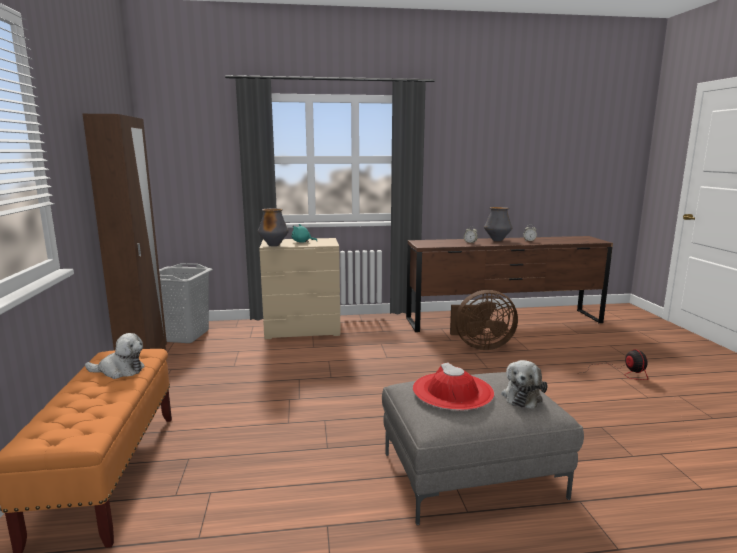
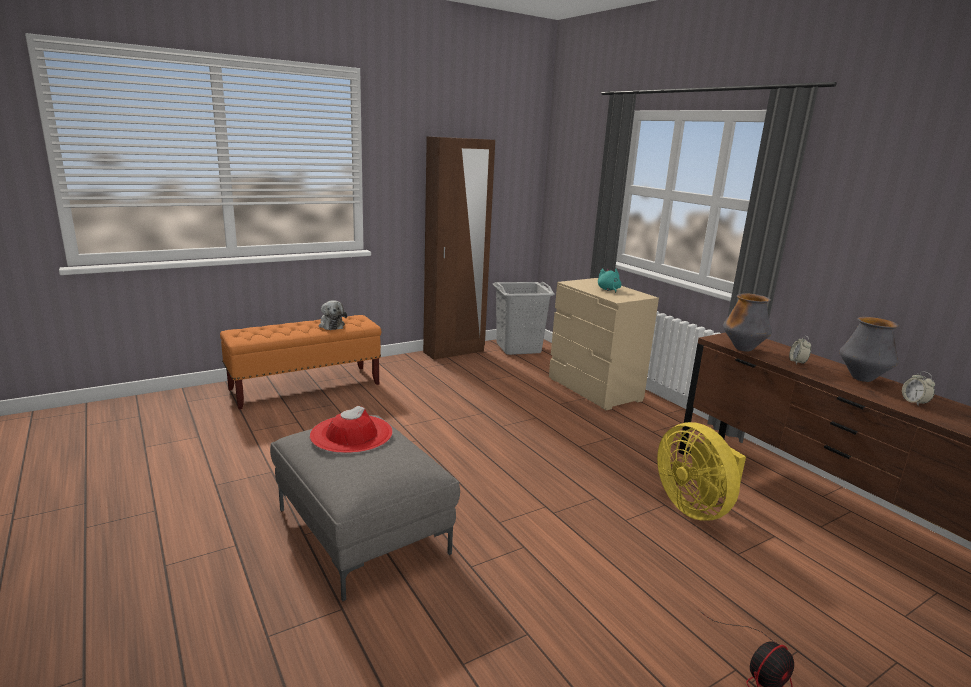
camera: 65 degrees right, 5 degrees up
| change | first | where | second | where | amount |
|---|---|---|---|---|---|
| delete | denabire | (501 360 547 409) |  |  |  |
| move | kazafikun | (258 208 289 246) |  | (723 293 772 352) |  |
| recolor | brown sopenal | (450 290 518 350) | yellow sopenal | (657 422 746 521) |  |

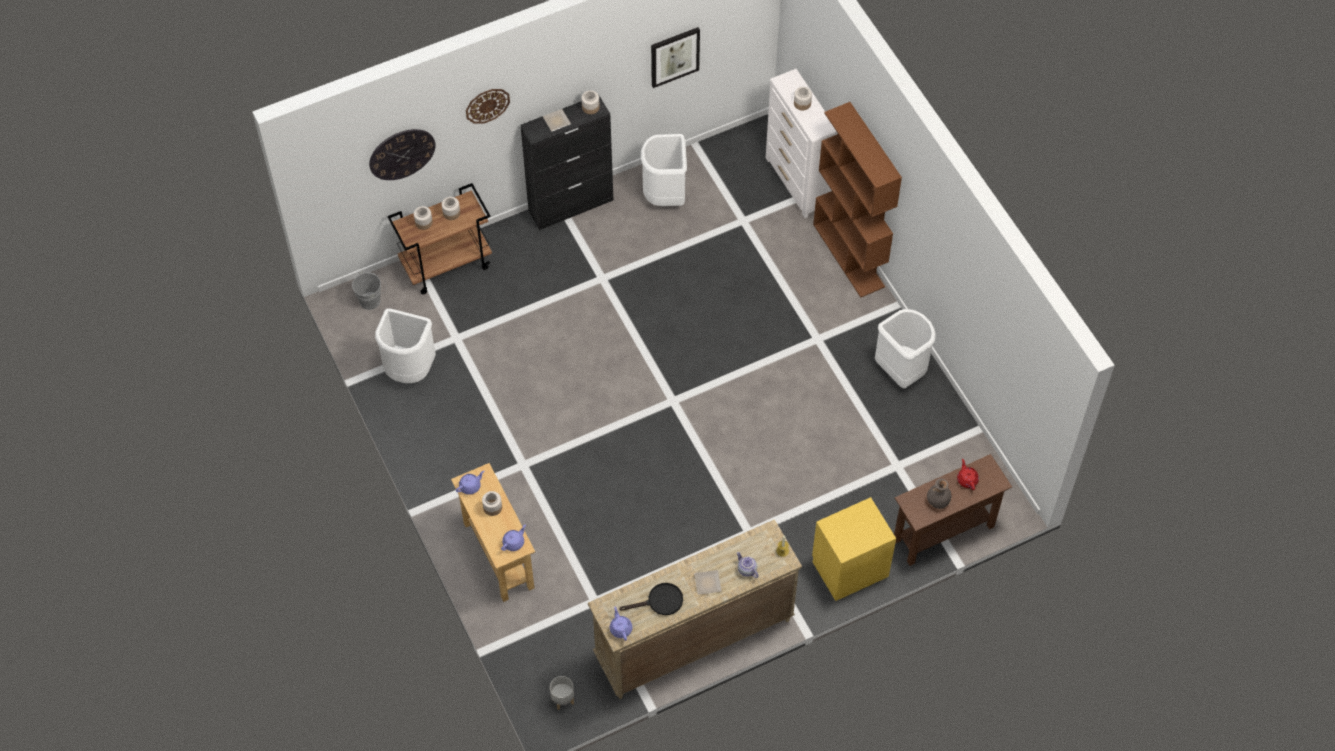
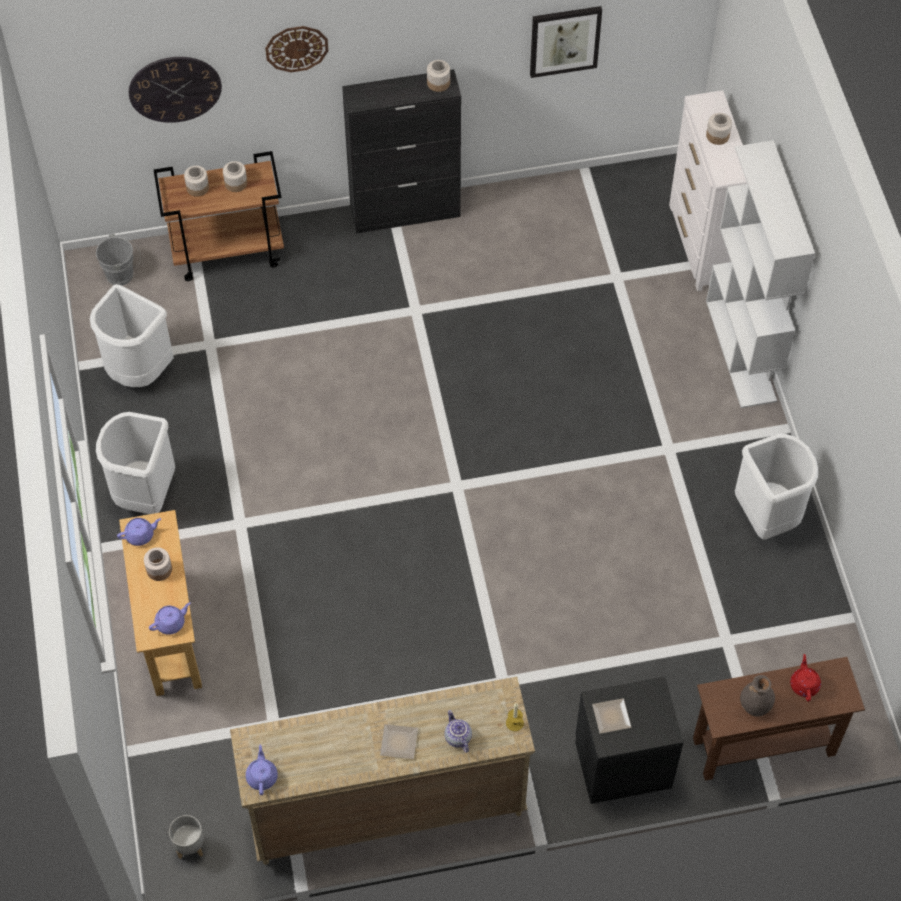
camera: 15 degrees right, 0 degrees up
| change | first | where | second | where | amount |
|---|---|---|---|---|---|
| delete | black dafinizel | (619 583 683 615) |  |  |  |
| move | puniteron | (543 109 571 131) |  | (592 698 631 734) |  |
| move | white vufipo | (641 134 687 206) |  | (96 412 175 514) |  |
| recolor | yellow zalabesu | (812 497 896 601) | black zalabesu | (575 677 684 804) |  |
| recolor | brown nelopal | (813 102 902 298) | white nelopal | (706 140 815 408) |  |

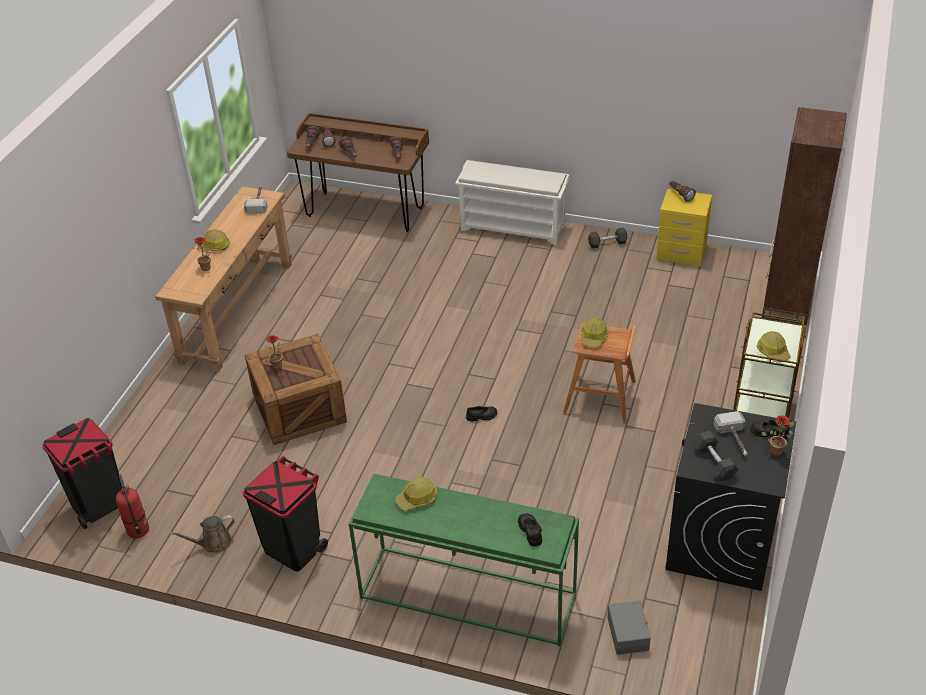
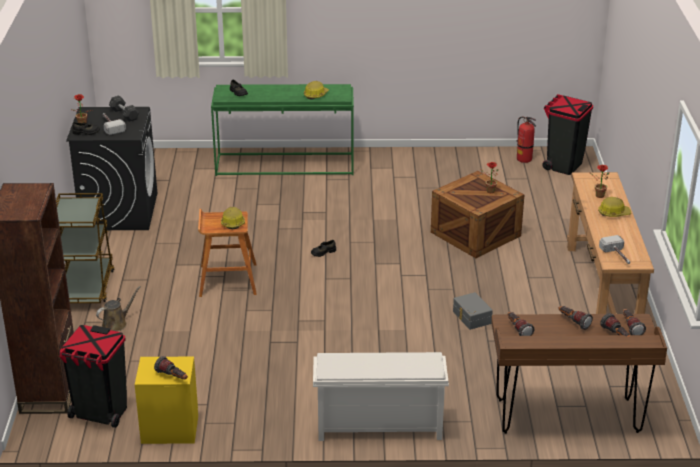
camera: 160 degrees right, 10 degrees down
| change | first | where | second | where | amount |
|---|---|---|---|---|---|
| delete | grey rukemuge | (588 228 628 249) |  |  |  |
| delete | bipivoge | (757 331 791 363) |  |  |  |
| move | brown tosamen | (170 515 235 553) |  | (96 286 141 331) |  |
| move | black vufipo | (243 456 328 572) |  | (59 325 127 428) |  |
| move | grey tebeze | (607 601 651 655) |  | (453 292 493 330) |  |

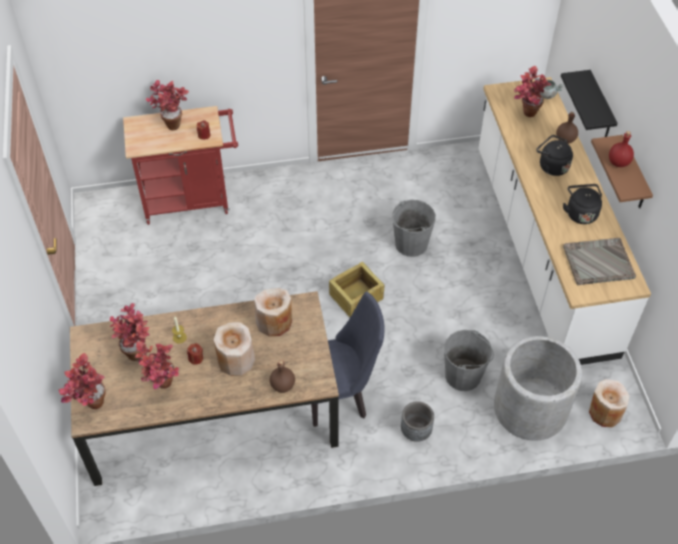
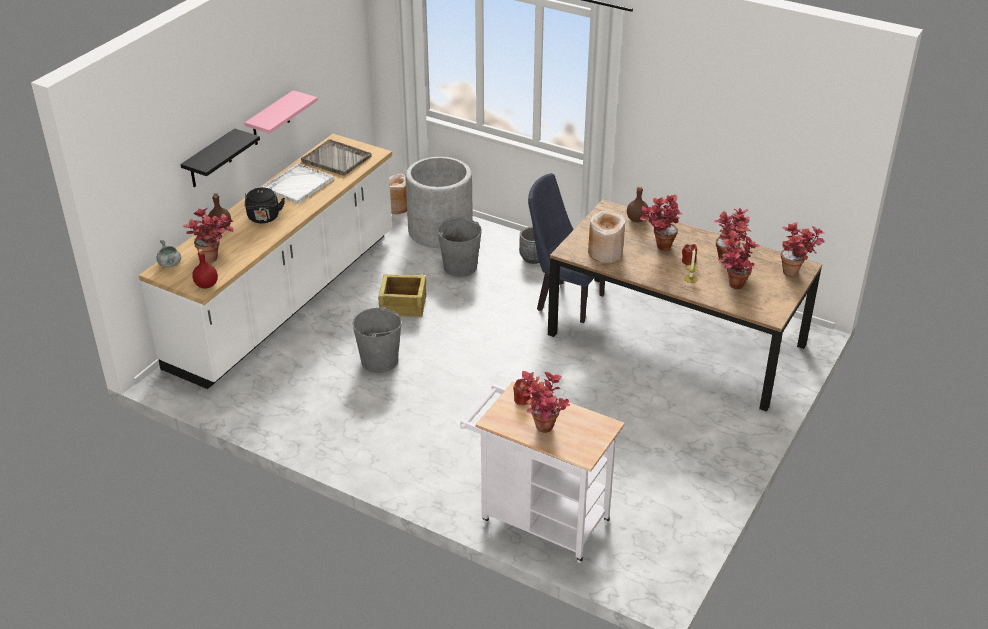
camera: 140 degrees left, 15 degrees down
| change | first | where | second | where | amount |
|---|---|---|---|---|---|
| move | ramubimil | (329 261 384 317) |  | (378 274 427 317) |  |
| move | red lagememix | (609 131 634 167) |  | (192 249 218 289) |  |
| replace | beige kazafikun | (213 322 255 376) | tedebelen | (639 195 682 251) |  |
| replace | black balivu | (563 184 602 224) | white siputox | (262 163 334 204) |  |
| recolor | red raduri | (123 106 238 225) | white raduri | (460 382 625 563) |  |
| recolor | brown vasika | (591 135 653 208) | pink vasika | (245 90 318 145) |  |

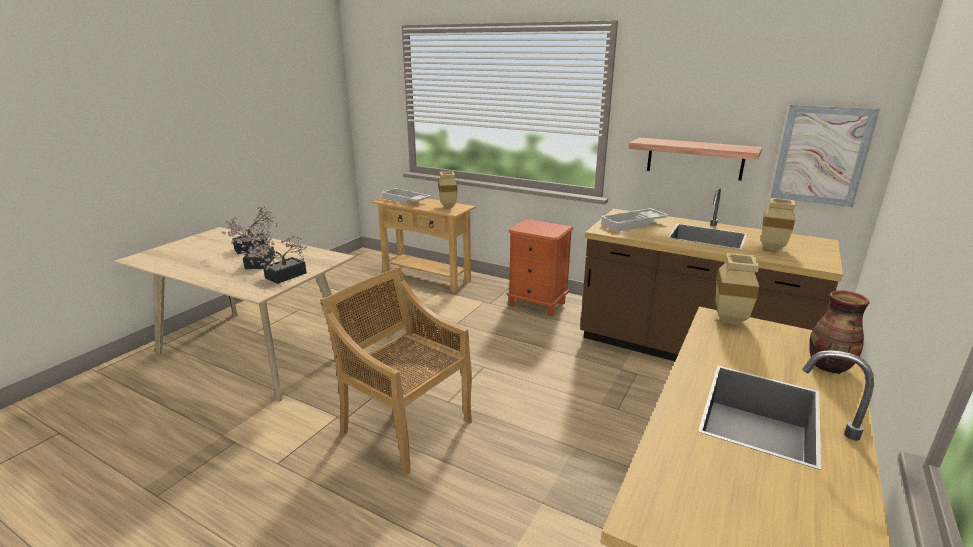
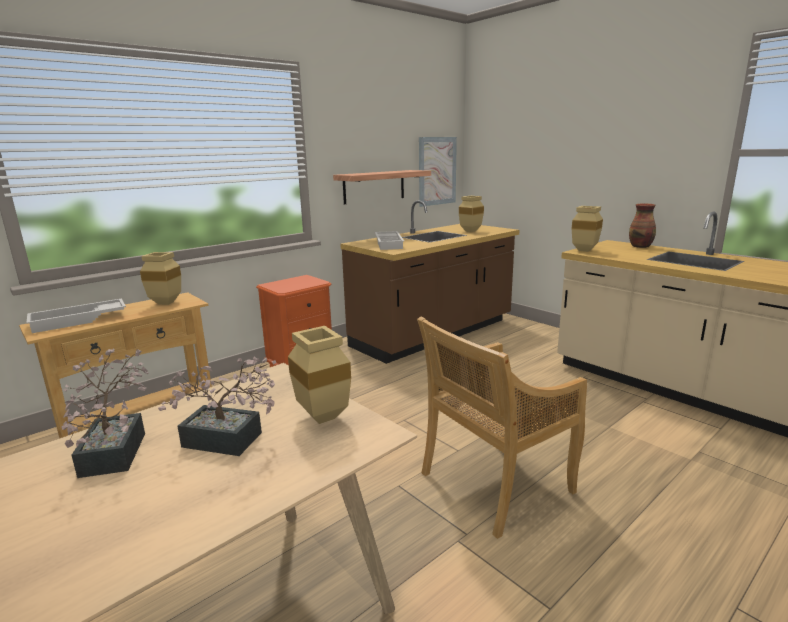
camera: 70 degrees left, 5 degrees down
| change | first | where | second | where | amount |
|---|---|---|---|---|---|
| replace | tedebelen | (247 235 307 284) | beige kazafikun | (288 326 351 424) |  |

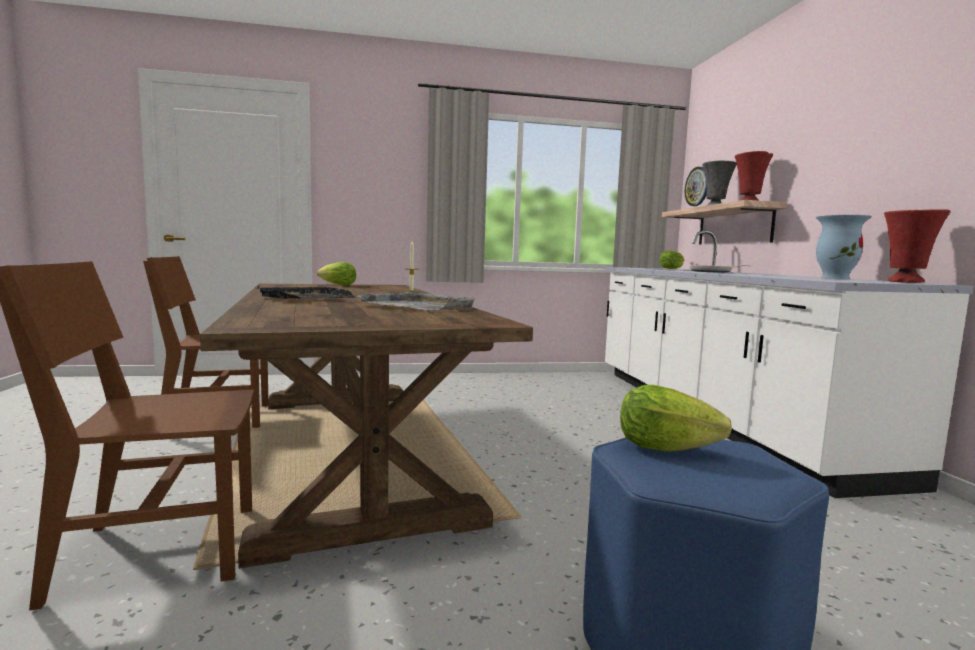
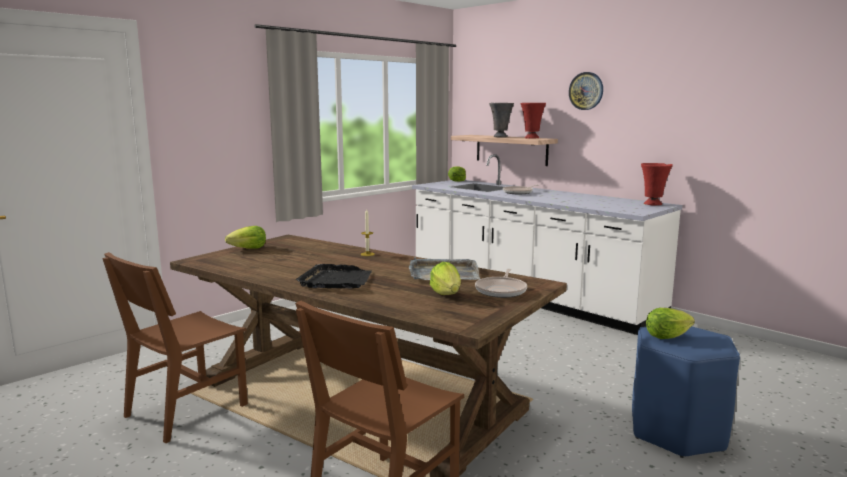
camera: 35 degrees left, 5 degrees up
| change | first | where | second | where | amount |
|---|---|---|---|---|---|
| delete | kazafikun | (816 215 872 279) |  |  |  |
| insert |  |  | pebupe | (430 262 461 295) |  |
| insert |  |  | dafinizel | (475 269 527 298) |  |
| move | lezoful | (685 167 707 206) |  | (569 72 603 110) |  |

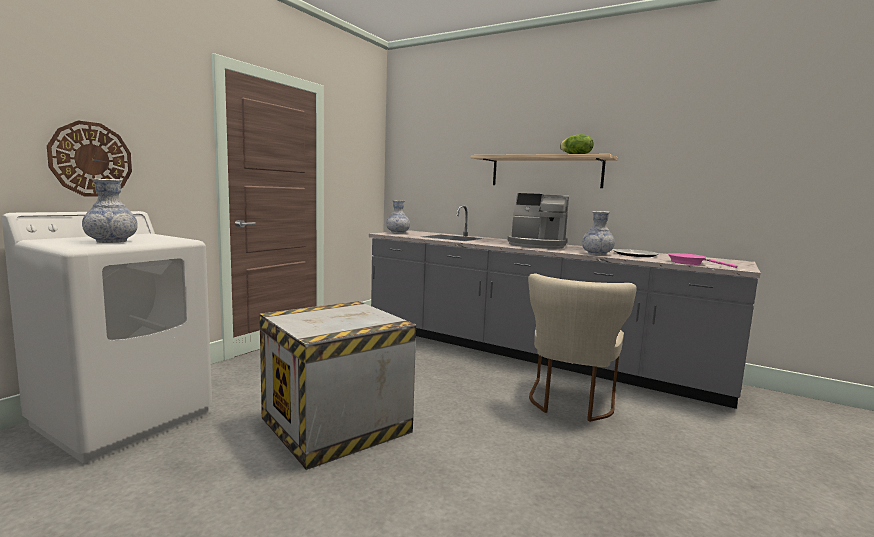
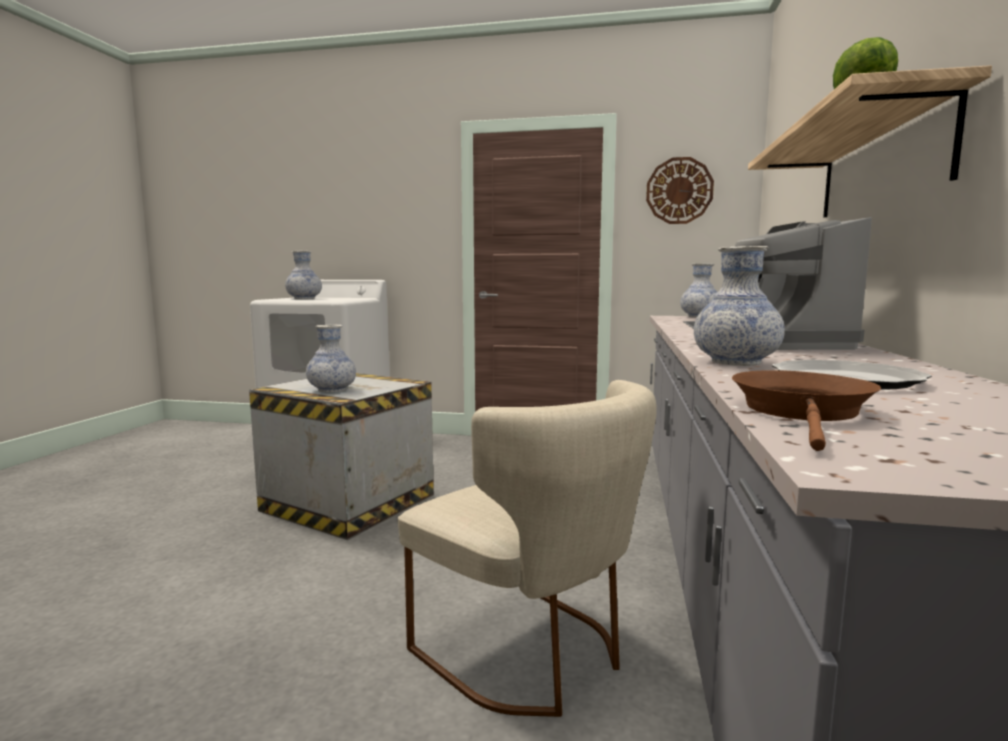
camera: 70 degrees right, 0 degrees up
| change | first | where | second | where | amount |
|---|---|---|---|---|---|
| insert |  |  | kazafikun | (306 325 356 392) |  |
| move | lezoful | (47 121 132 197) |  | (646 157 714 224) |  |
| recolor | pink dafinizel | (668 253 737 268) | brown dafinizel | (732 370 881 451) |  |
| rotate | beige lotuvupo | (528 273 637 422) |  | (398 380 657 717) | 135 degrees counterclockwise |

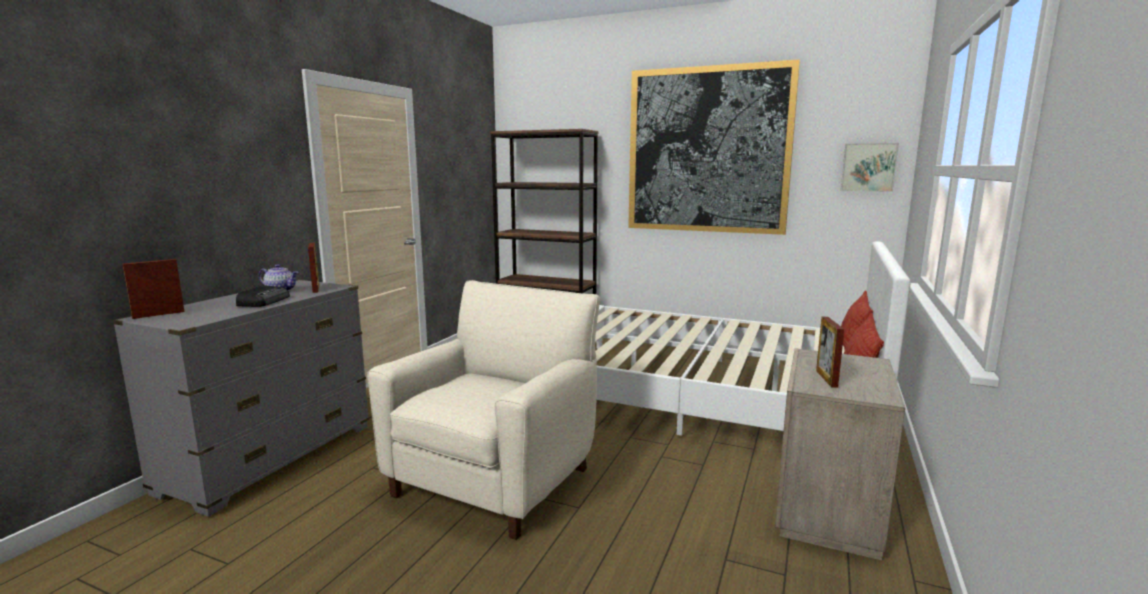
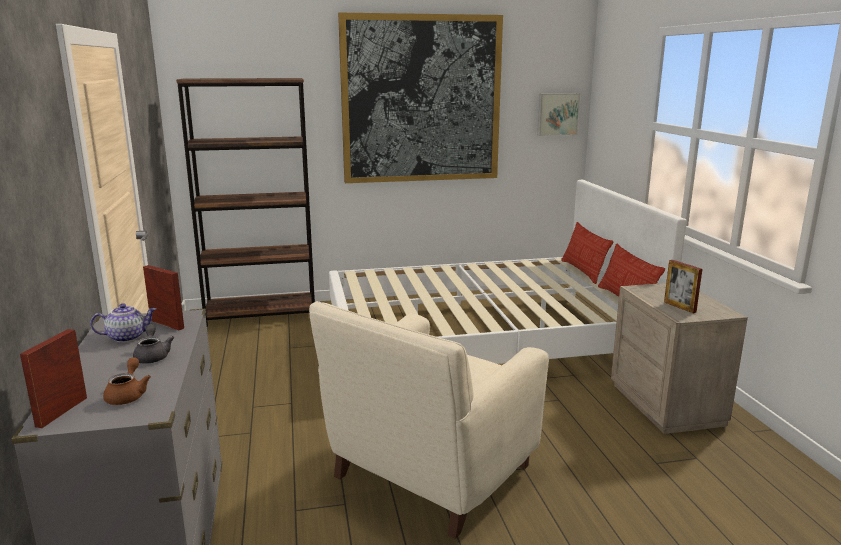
camera: 35 degrees left, 5 degrees up
| change | first | where | second | where | amount |
|---|---|---|---|---|---|
| insert |  |  | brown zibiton | (103 357 151 405) |  |
| replace | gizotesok | (236 285 290 307) | grey zibiton | (133 324 174 364) |  |
| rotate | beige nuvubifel | (367 280 600 540) |  | (309 301 549 539) | 135 degrees counterclockwise |

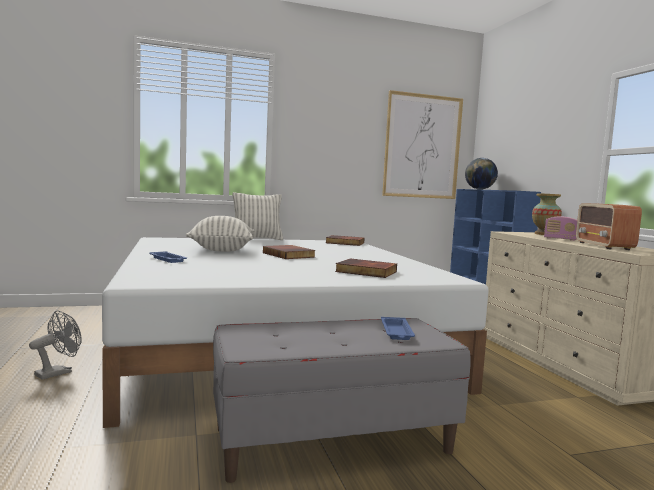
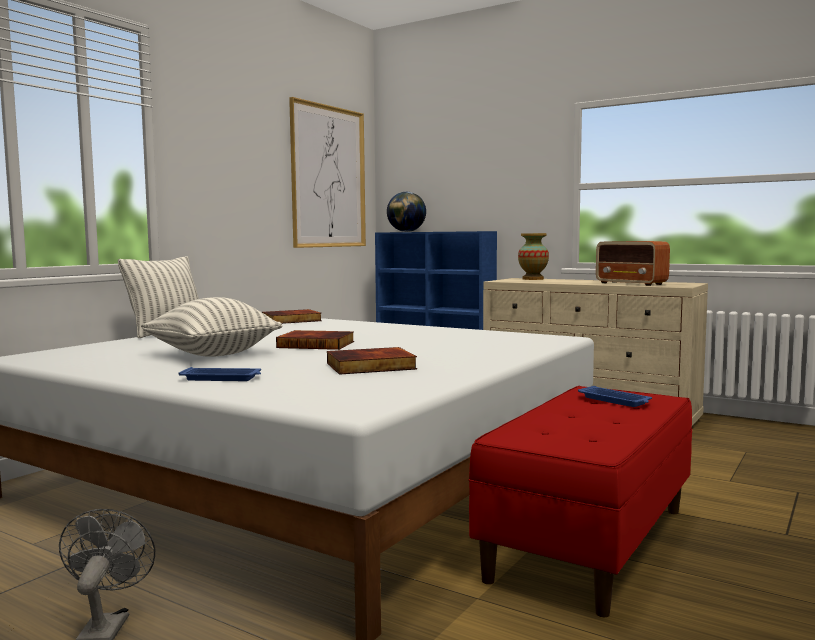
camera: 40 degrees left, 0 degrees up
| change | first | where | second | where | amount |
|---|---|---|---|---|---|
| delete | gizotesok | (544 216 577 241) |  |  |  |
| move | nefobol | (335 258 397 278) |  | (327 347 417 375) |  |
| recolor | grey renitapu | (213 318 471 483) | red renitapu | (468 386 692 617) |  |

